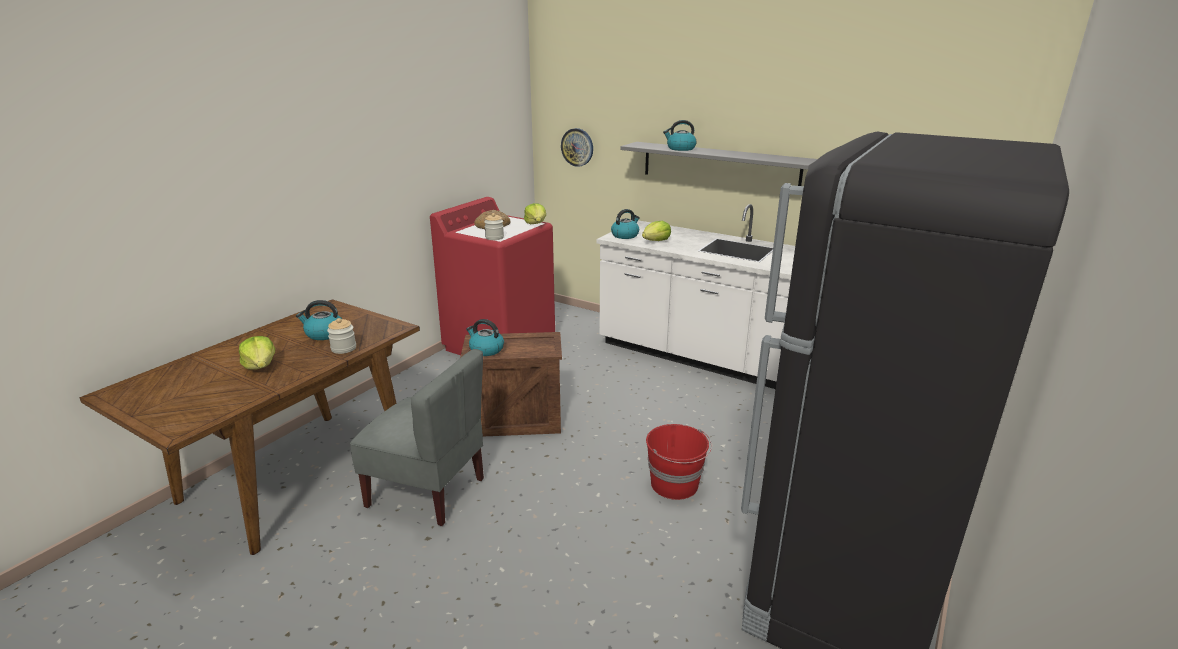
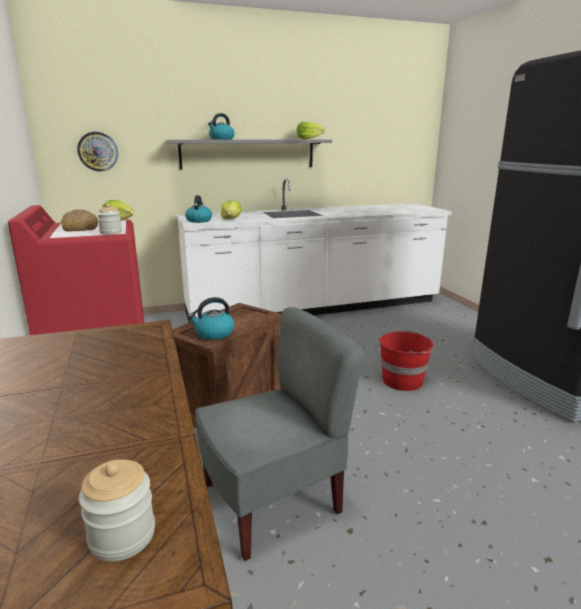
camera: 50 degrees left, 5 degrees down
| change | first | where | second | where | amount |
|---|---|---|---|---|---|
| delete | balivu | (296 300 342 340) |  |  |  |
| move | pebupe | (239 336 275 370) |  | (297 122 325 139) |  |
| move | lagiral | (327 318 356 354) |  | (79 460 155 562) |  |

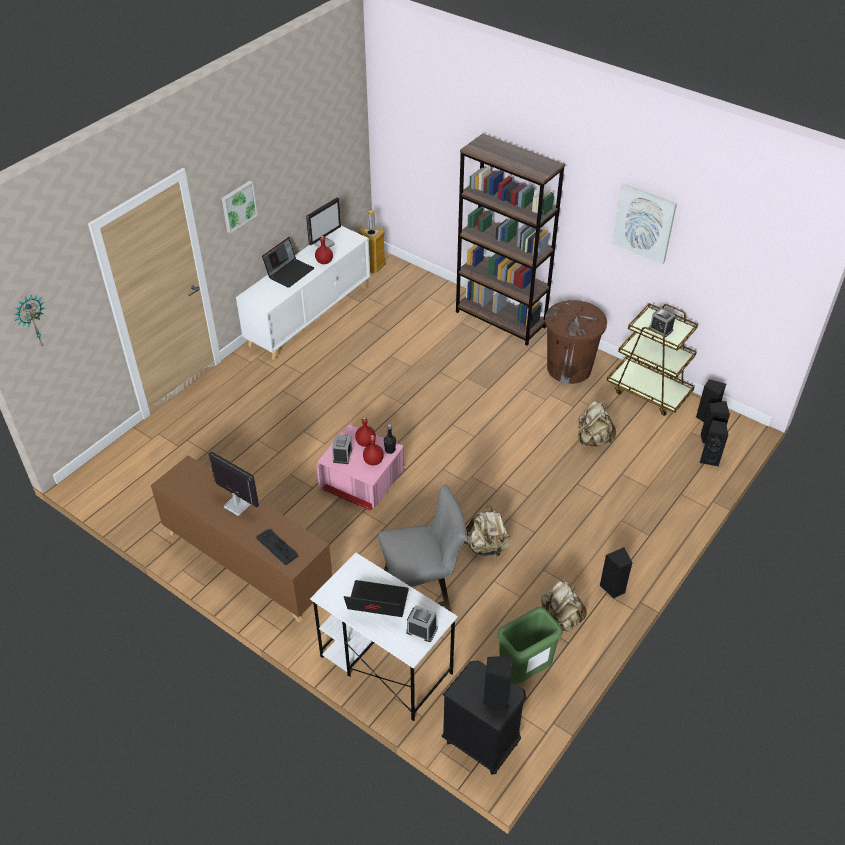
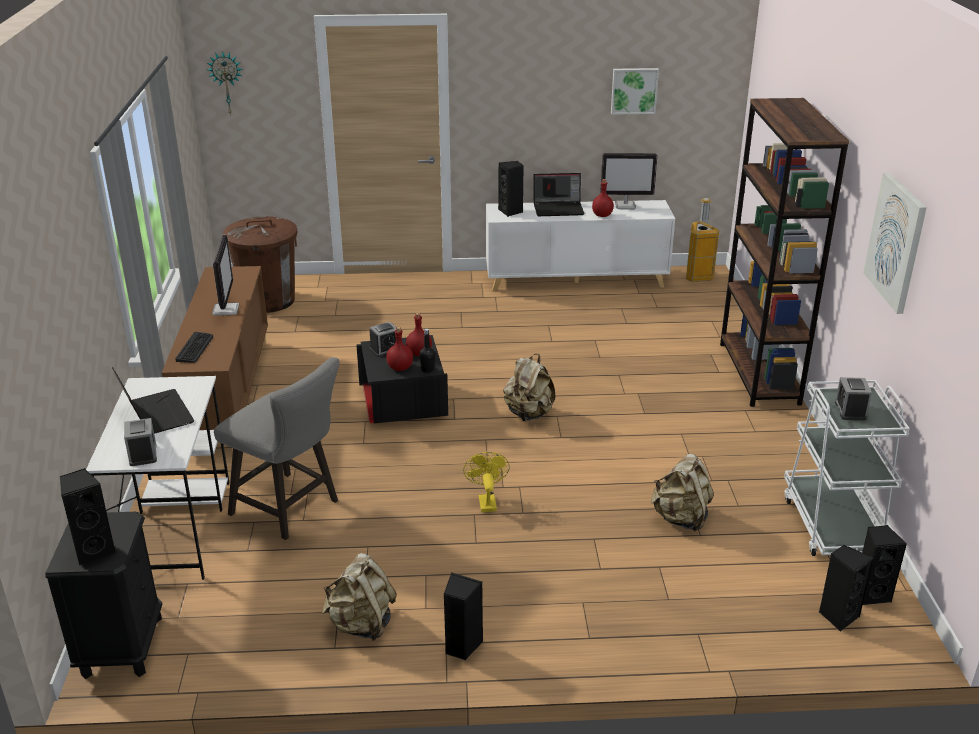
camera: 50 degrees right, 15 degrees down
| change | first | where | second | where | amount |
|---|---|---|---|---|---|
| delete | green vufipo | (497 607 562 684) |  |  |  |
| insert |  |  | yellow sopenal | (463 452 510 512) |  |
| move | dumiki | (222 181 257 233) |  | (611 68 659 115) |  |
| move | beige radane | (464 506 510 558) |  | (503 354 555 421) |  |
| move | brown vufipo | (545 300 607 384) |  | (223 216 297 313) |  |
| move | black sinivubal | (700 420 729 466) |  | (498 161 524 217) |  |
| recolor | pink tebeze | (316 424 404 511) | black tebeze | (356 335 448 424) |  |
| recolor | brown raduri | (607 303 698 416) | white raduri | (784 380 910 556) |  |

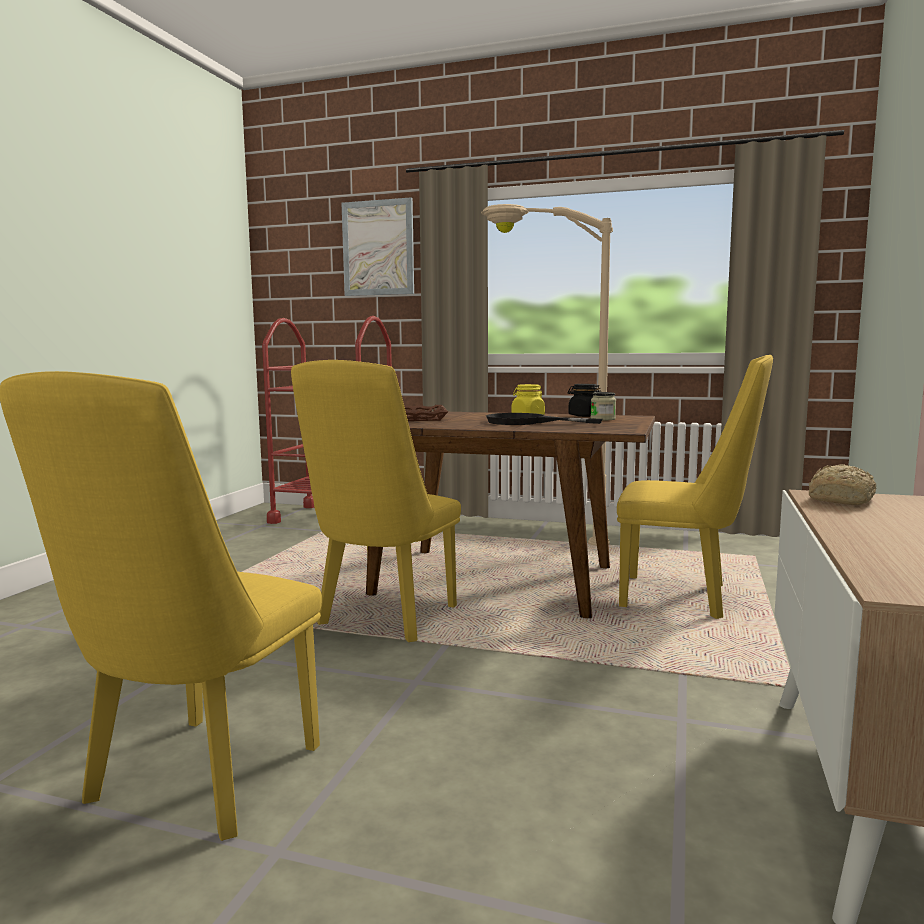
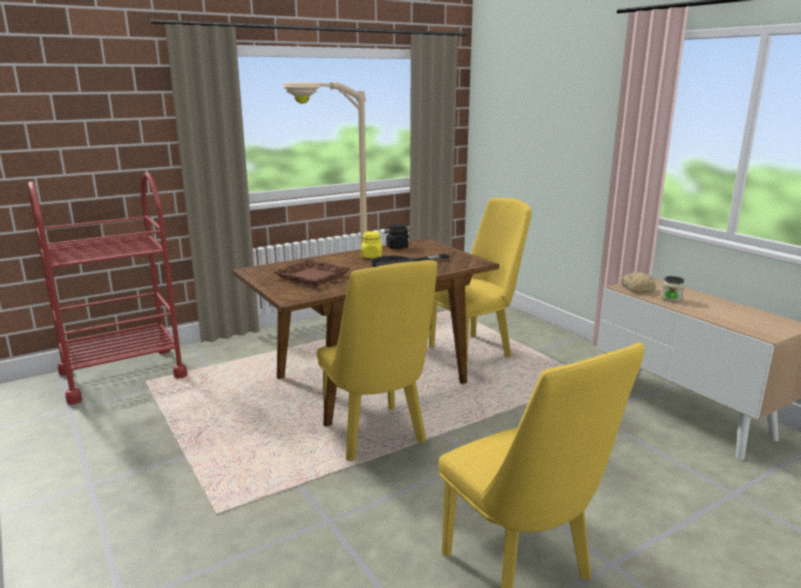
camera: 50 degrees left, 10 degrees up
| change | first | where | second | where | amount |
|---|---|---|---|---|---|
| delete | dumiki | (341 197 414 296) |  |  |  |
| move | lagiral | (591 392 616 420) |  | (661 276 685 302) |  |

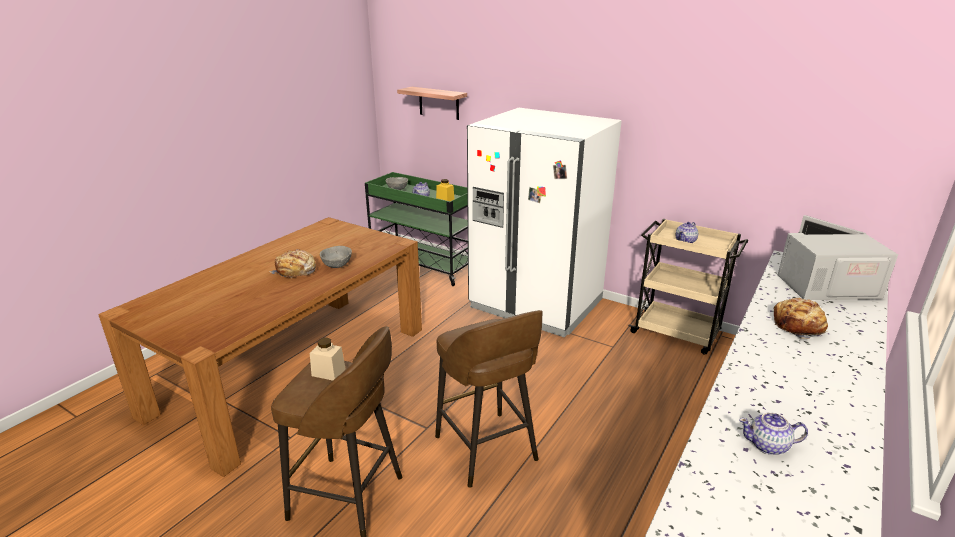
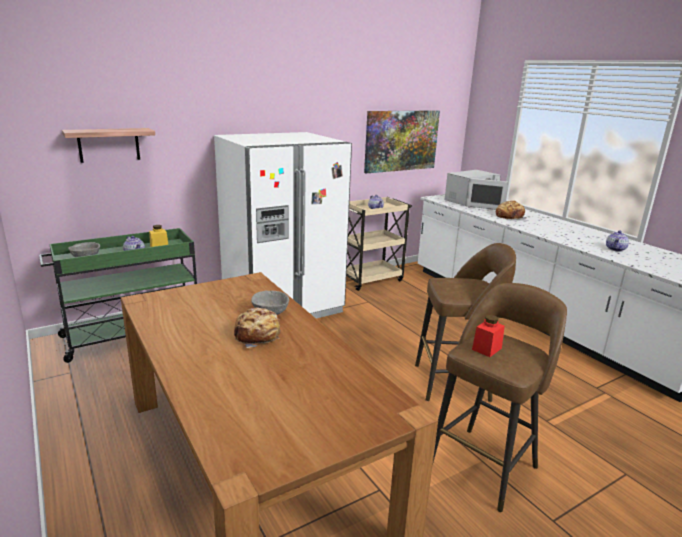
camera: 65 degrees left, 5 degrees down
| change | first | where | second | where | amount |
|---|---|---|---|---|---|
| insert |  |  | dumiki | (364 110 440 173) |  |
| recolor | beige lagiral | (310 338 346 381) | red lagiral | (472 315 505 357) |  |
| rotate | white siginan | (778 215 898 300) |  | (445 170 508 210) | 150 degrees counterclockwise |

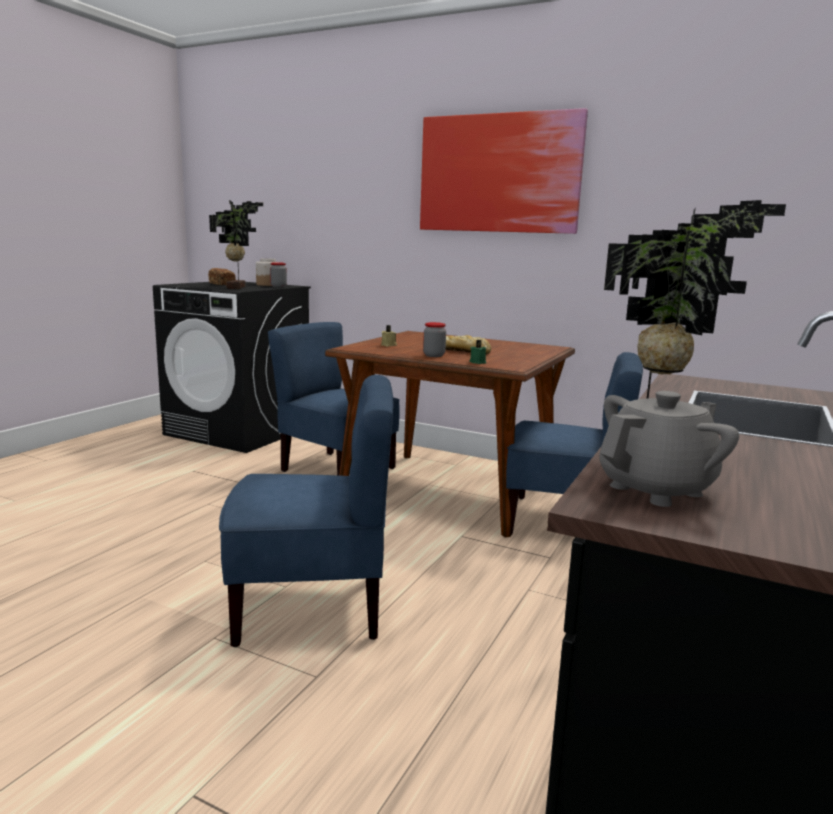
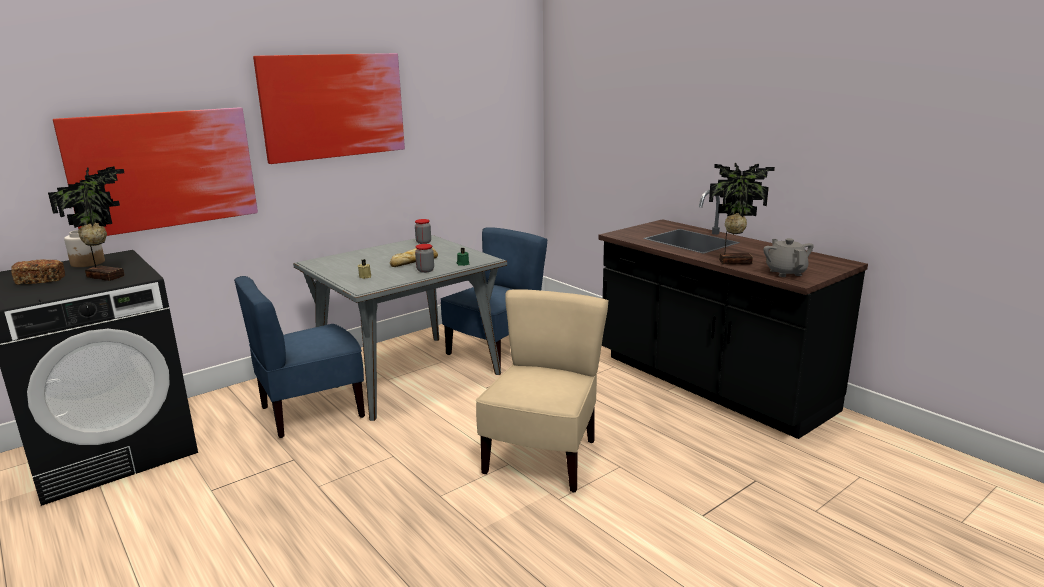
camera: 65 degrees left, 5 degrees up
| change | first | where | second | where | amount |
|---|---|---|---|---|---|
| insert |  |  | dumiki | (53 108 258 236) |  |
| move | lagiral | (270 262 287 287) |  | (415 219 431 244) |  |
| recolor | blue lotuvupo | (219 375 394 647) | beige lotuvupo | (476 289 608 492) |  |
| recolor | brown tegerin | (325 331 575 537) | grey tegerin | (293 235 507 421) |  |

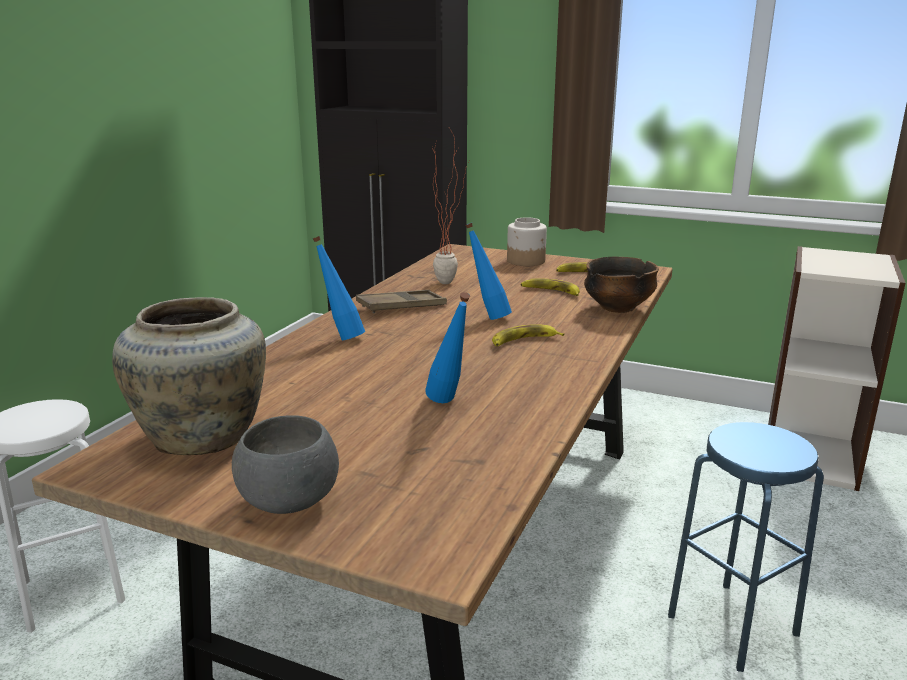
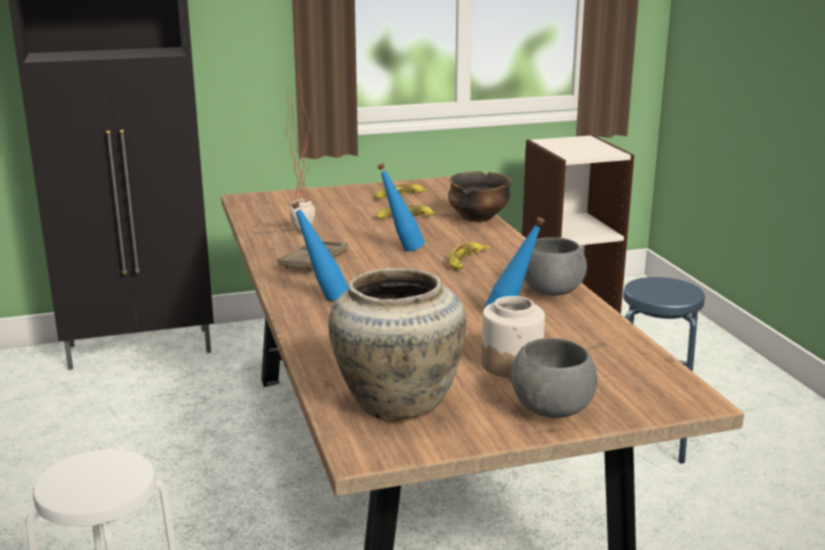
camera: 40 degrees left, 0 degrees up
| change | first | where | second | where | amount |
|---|---|---|---|---|---|
| insert |  |  | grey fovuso | (524 237 587 296) |  |
| move | lagiral | (507 217 547 266) |  | (481 296 545 378) |  |

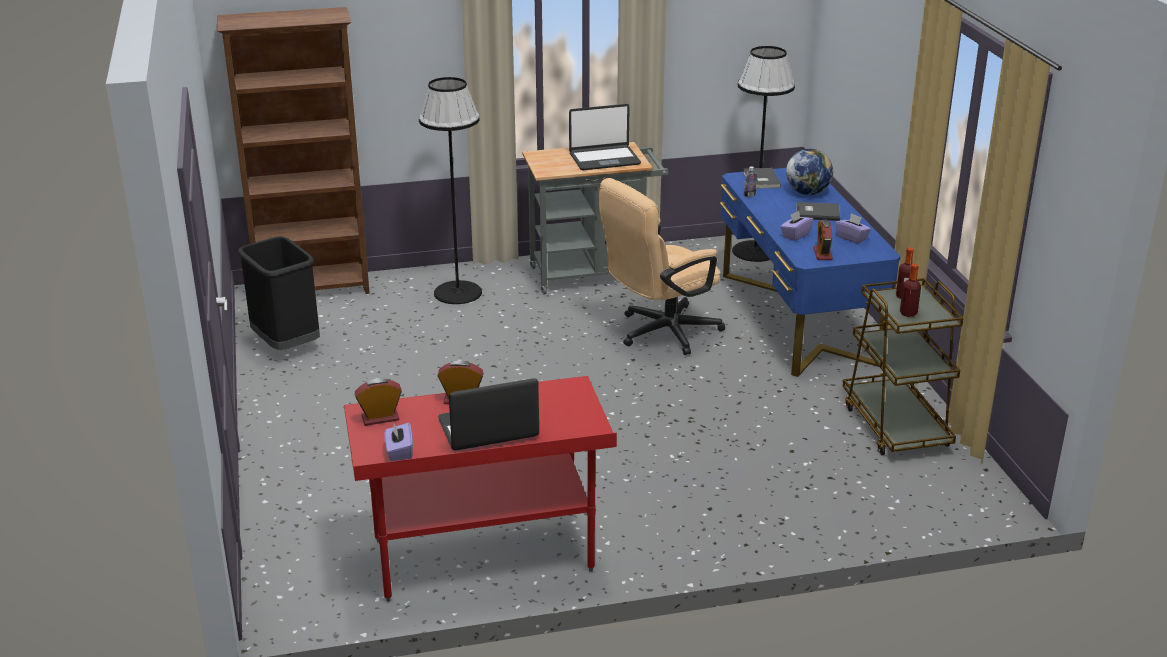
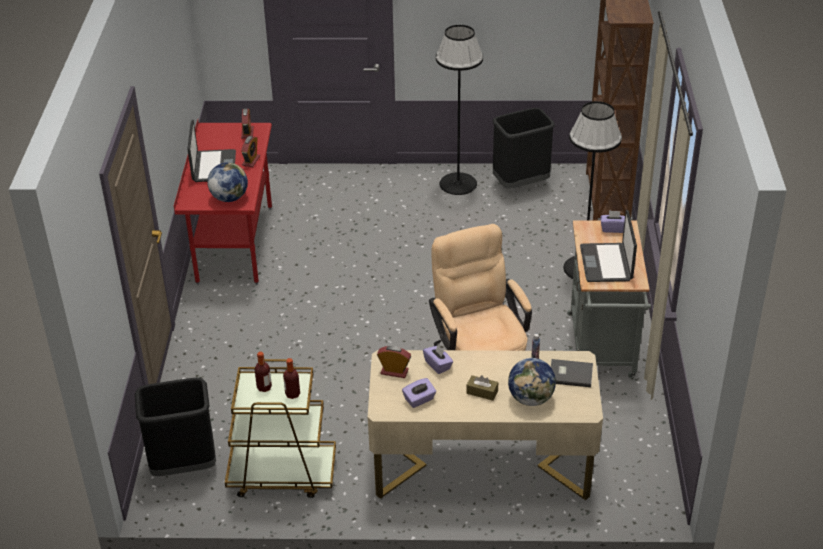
camera: 105 degrees right, 10 degrees up
| change | first | where | second | where | amount |
|---|---|---|---|---|---|
| insert |  |  | black vufipo | (135 378 216 476) |  |
| insert |  |  | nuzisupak | (207 162 248 202) |  |
| move | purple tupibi | (385 422 413 461) |  | (600 210 625 233) |  |
| move | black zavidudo | (732 46 795 262) |  | (436 25 483 195) |  |
| replace | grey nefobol | (796 202 840 221) | brown tupibi | (466 375 498 401) |  |
| recolor | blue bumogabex | (720 168 901 377) | beige bumogabex | (368 350 603 500) |  |

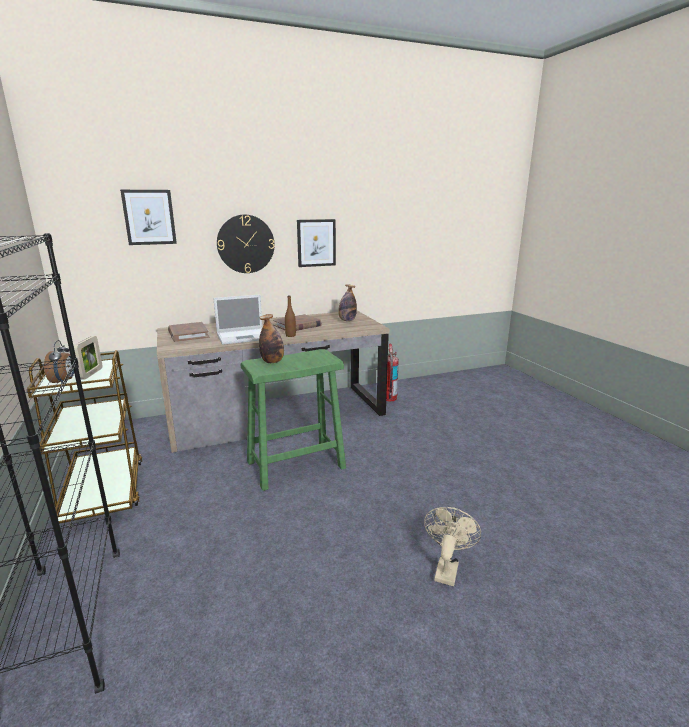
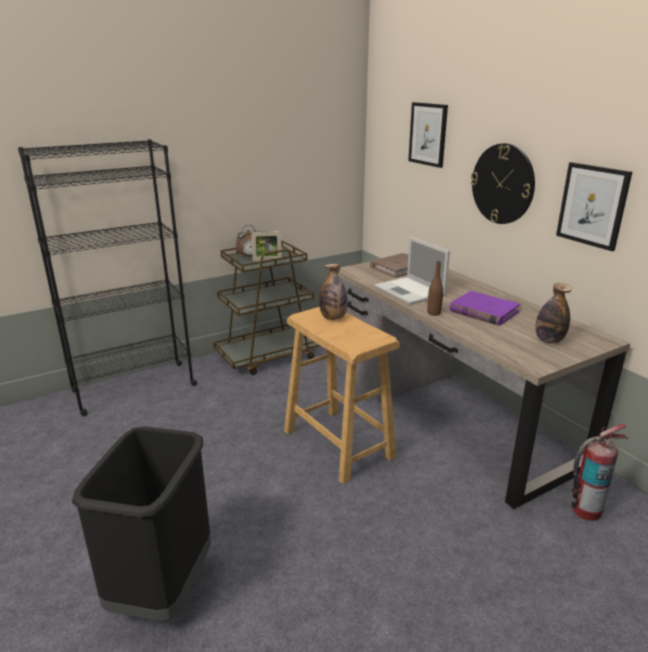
camera: 80 degrees right, 5 degrees up
| change | first | where | second | where | amount |
|---|---|---|---|---|---|
| replace | beige sopenal | (424 507 481 586) | black vufipo | (72 426 211 621) |  |
| recolor | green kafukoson | (240 349 346 491) | beige kafukoson | (284 307 399 484) |  |
| recolor | brown nefobol | (273 314 322 331) | purple nefobol | (450 291 520 326) |  |

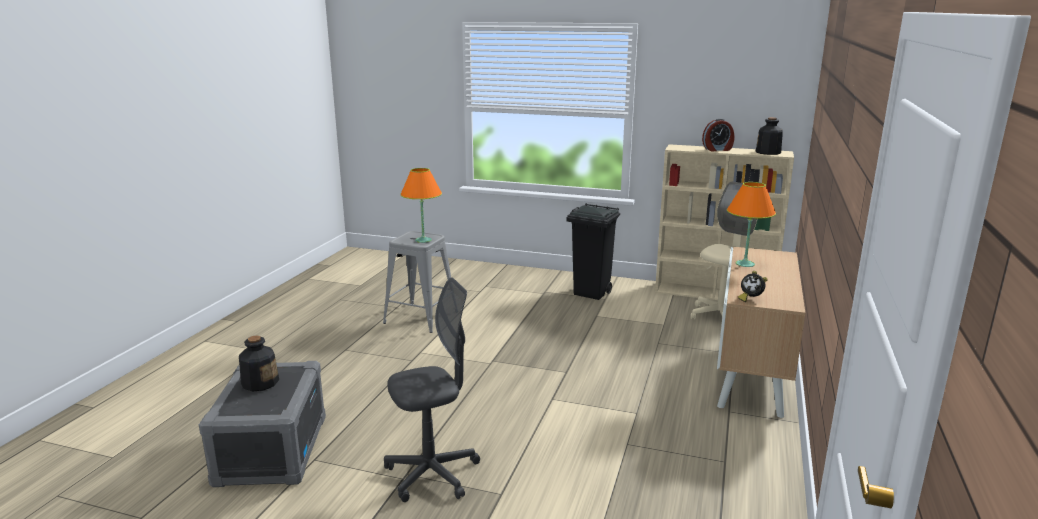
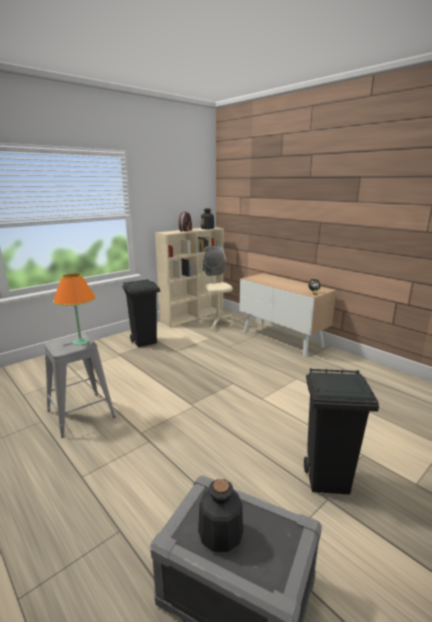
camera: 60 degrees left, 0 degrees up
| change | first | where | second | where | amount |
|---|---|---|---|---|---|
| delete | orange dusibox | (727 182 776 267) |  |  |  |
| replace | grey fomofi | (384 277 480 502) | black vufipo | (304 368 379 495) |  |

